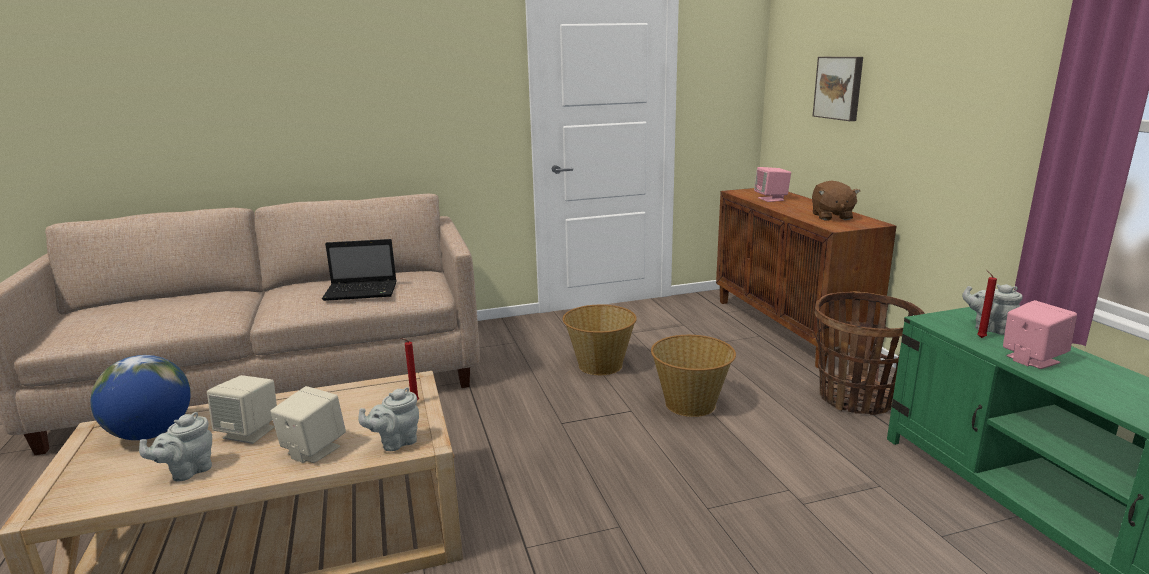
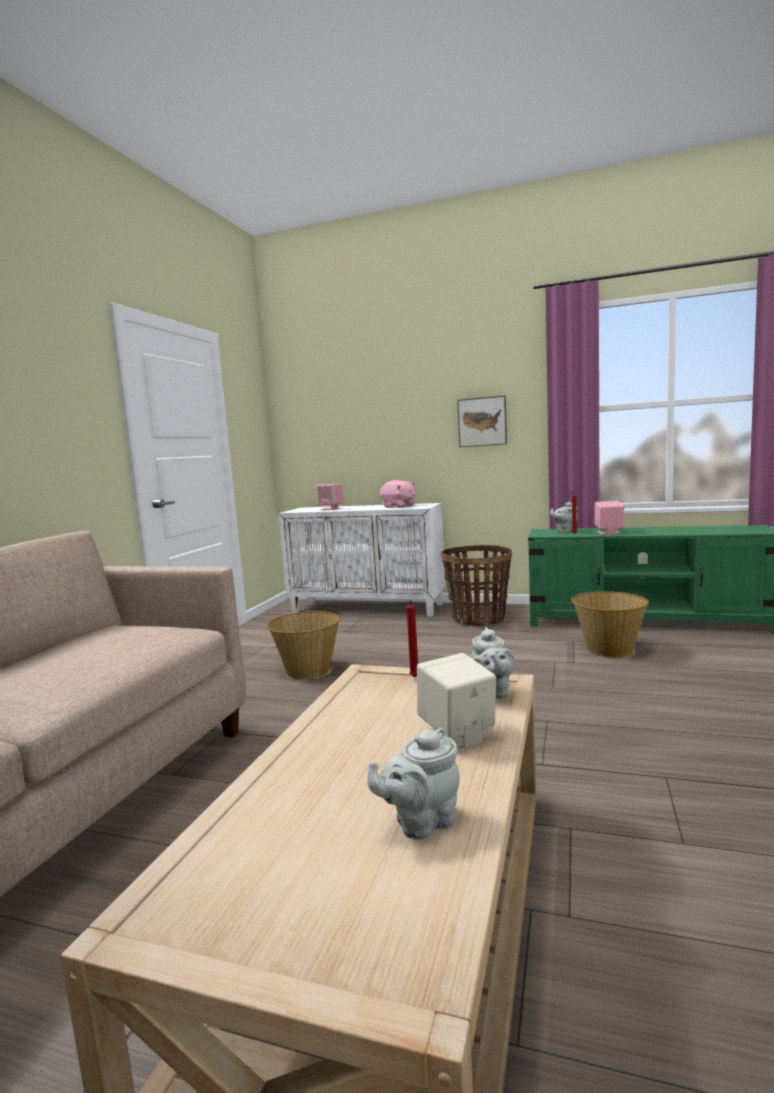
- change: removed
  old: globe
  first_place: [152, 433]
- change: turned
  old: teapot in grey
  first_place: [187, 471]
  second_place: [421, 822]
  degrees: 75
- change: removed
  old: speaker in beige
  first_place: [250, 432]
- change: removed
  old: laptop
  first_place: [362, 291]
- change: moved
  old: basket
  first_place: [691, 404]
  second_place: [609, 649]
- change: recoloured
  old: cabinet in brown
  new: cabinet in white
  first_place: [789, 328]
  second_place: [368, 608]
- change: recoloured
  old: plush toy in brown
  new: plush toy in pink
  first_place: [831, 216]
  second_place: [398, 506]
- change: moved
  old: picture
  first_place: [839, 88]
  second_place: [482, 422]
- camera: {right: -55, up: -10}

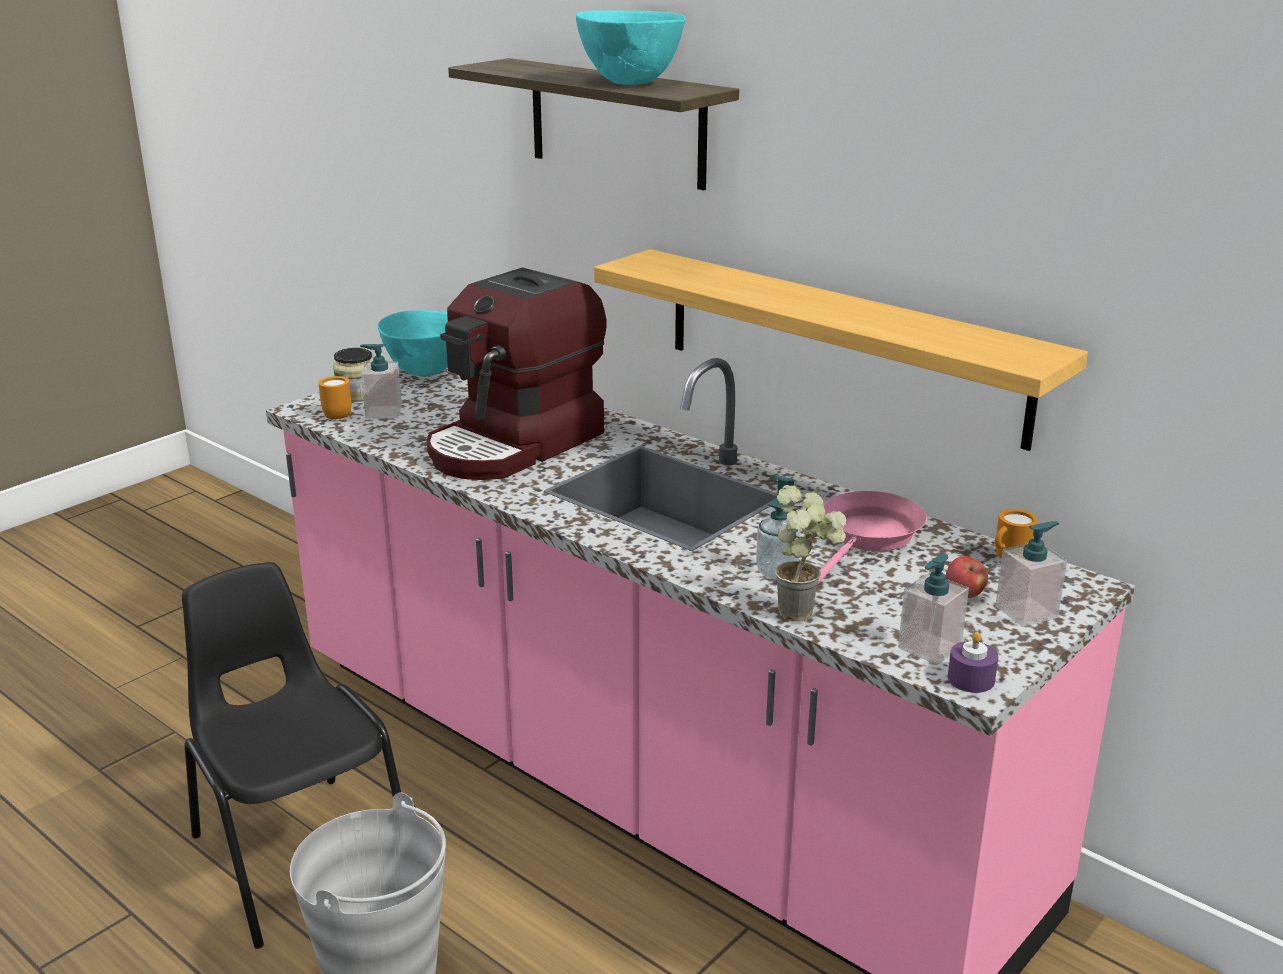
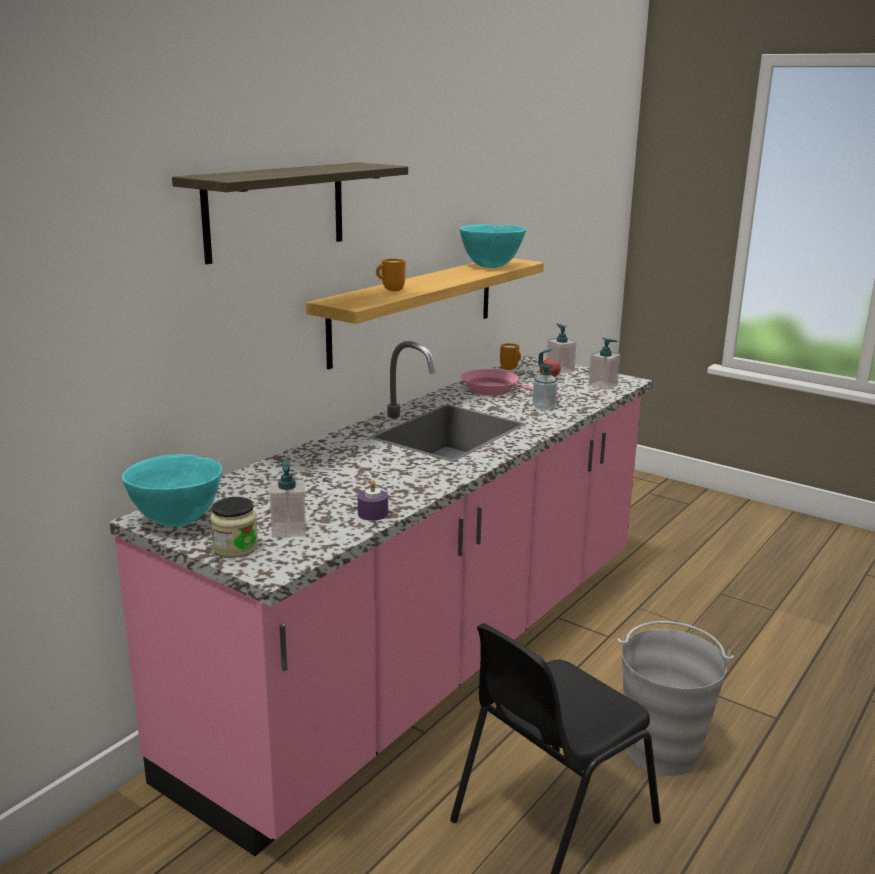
- change: moved
  old: mug in orange
  first_place: [336, 415]
  second_place: [390, 290]
- change: removed
  old: coffee machine
  first_place: [516, 445]
- change: moved
  old: bowl in turquoise
  first_place: [632, 83]
  second_place: [490, 266]
- change: removed
  old: potted plant
  first_place: [805, 612]
- change: moved
  old: candle in purple
  first_place: [971, 679]
  second_place: [373, 513]
- camera: {right: -95, up: -5}

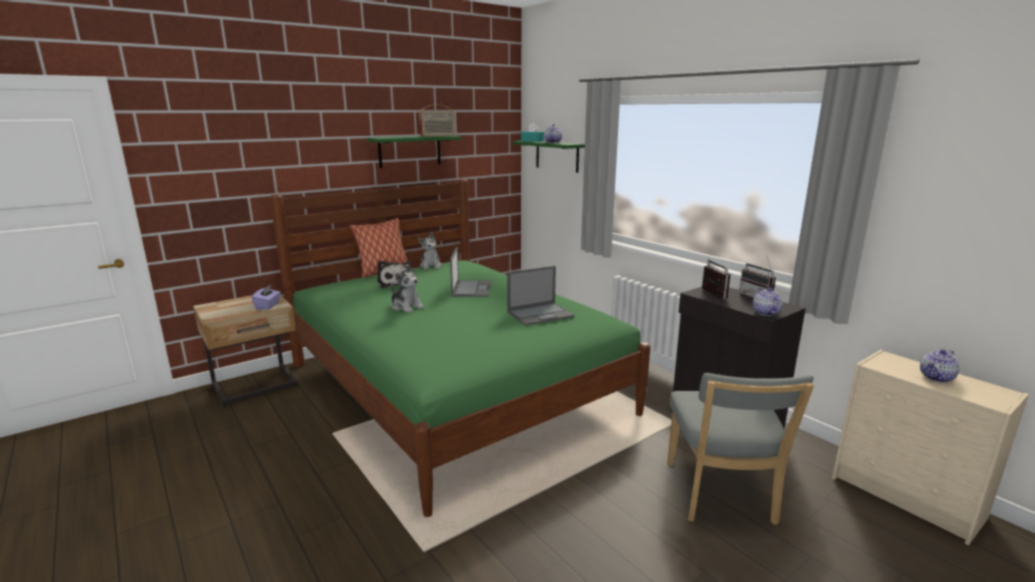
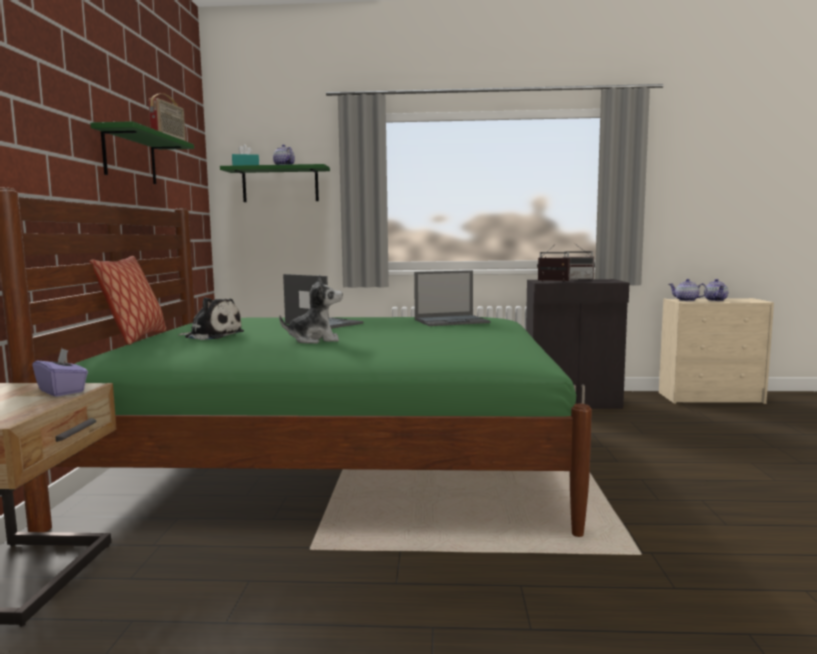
- change: removed
  old: plush toy
  first_place: [431, 266]
- change: turned
  old: laptop
  first_place: [541, 314]
  second_place: [452, 321]
  degrees: 60
- change: removed
  old: chair in grey
  first_place: [720, 496]
- change: moved
  old: teapot
  first_place: [765, 313]
  second_place: [686, 300]
- camera: {right: -50, up: -10}

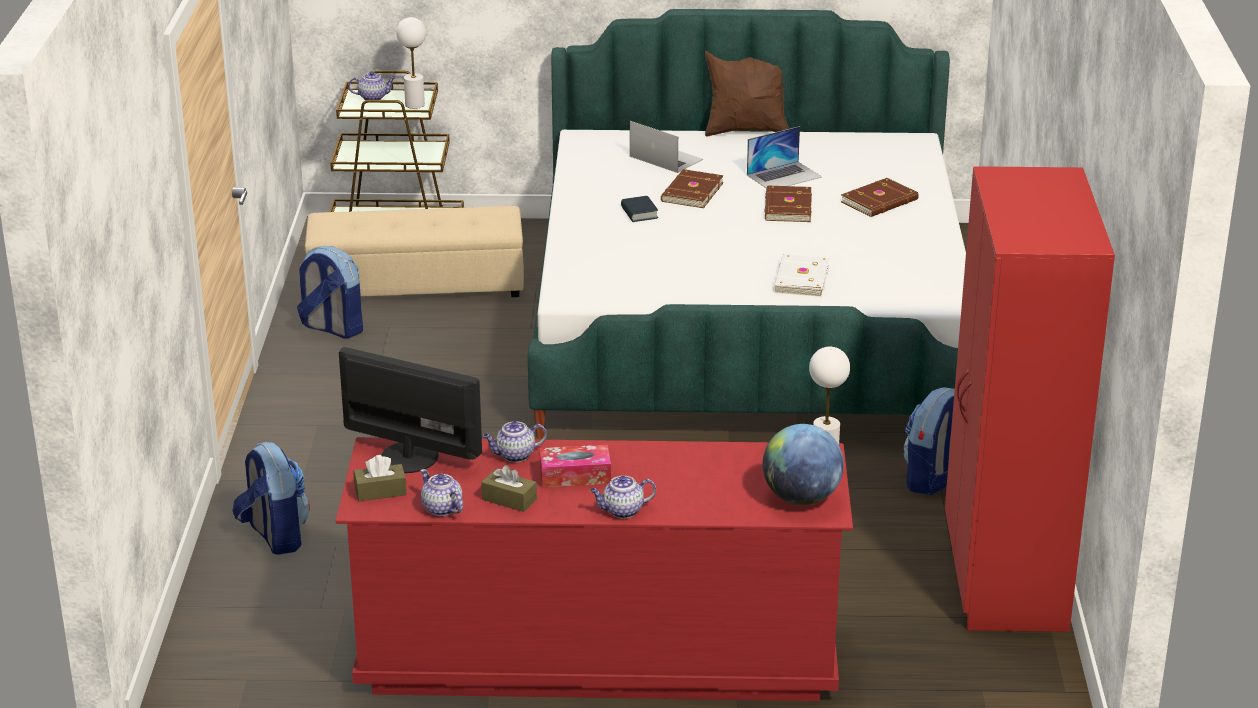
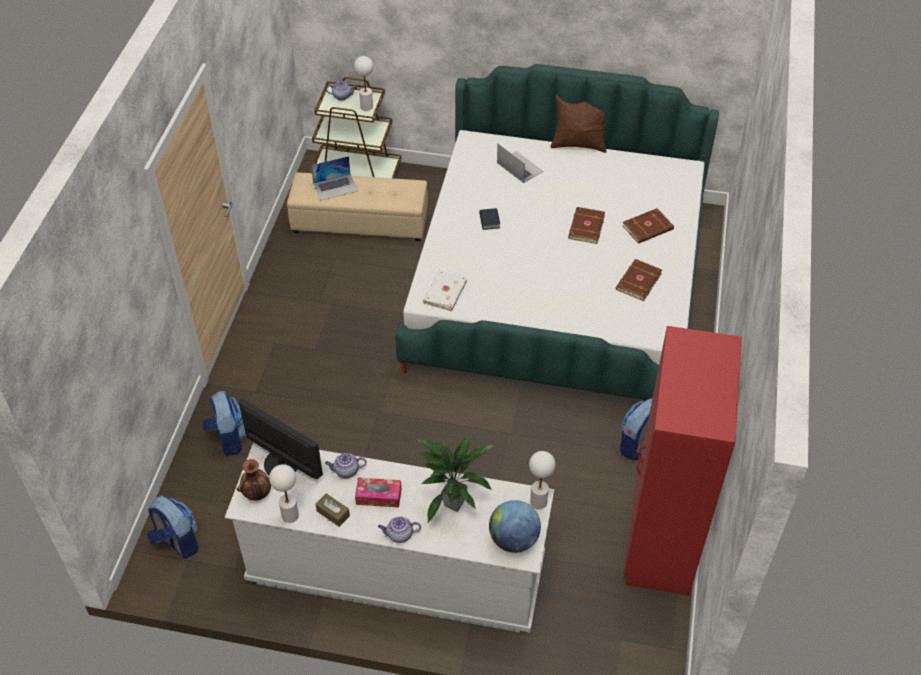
- change: moved
  old: backpack
  first_place: [332, 328]
  second_place: [177, 542]
- change: recoloured
  old: dresser in red
  new: dresser in white
  first_place: [598, 653]
  second_place: [396, 570]
- change: replaced
  old: tissue box in brown
  new: vase
  first_place: [380, 491]
  second_place: [257, 493]
- change: replaced
  old: teapot
  new: table lamp in white
  first_place: [441, 508]
  second_place: [290, 515]
- change: moved
  old: book in brown
  first_place: [691, 192]
  second_place: [637, 281]
- change: moved
  old: laptop
  first_place: [784, 176]
  second_place: [335, 187]
- change: moved
  old: book in white
  first_place: [800, 279]
  second_place: [444, 292]
- change: added
  new: potted plant
  second_place: [453, 502]
- camera: {right: 10, up: 20}

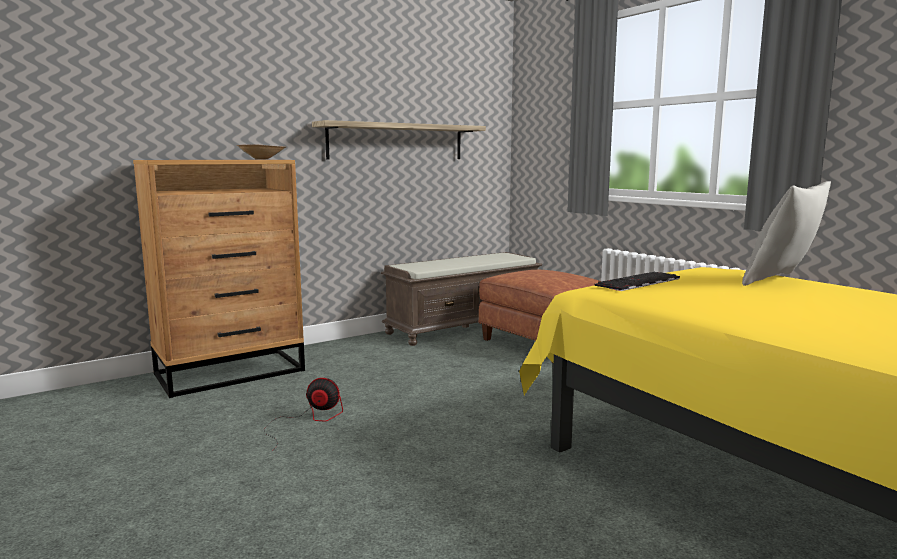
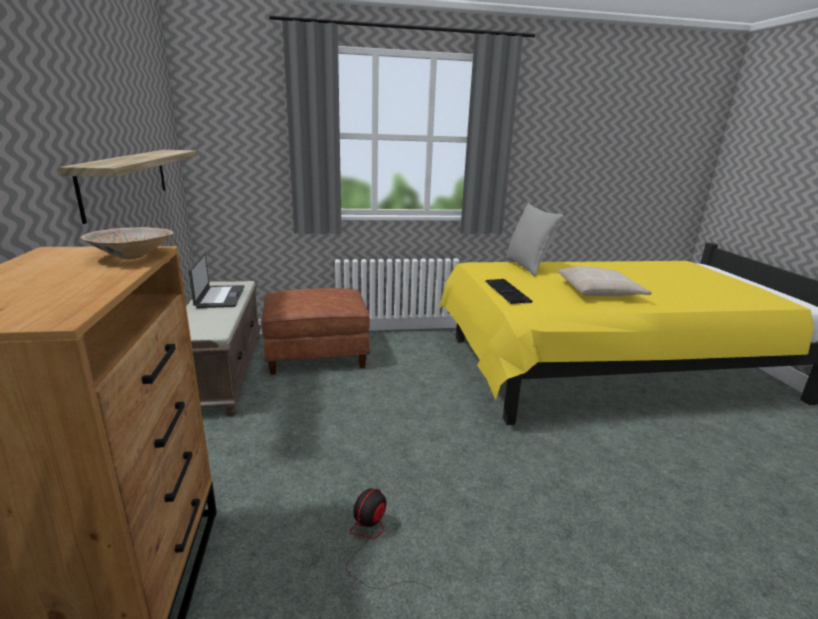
- change: added
  new: laptop
  second_place: [219, 297]
- change: added
  new: pillow in beige
  second_place: [600, 291]
- camera: {right: -65, up: 10}

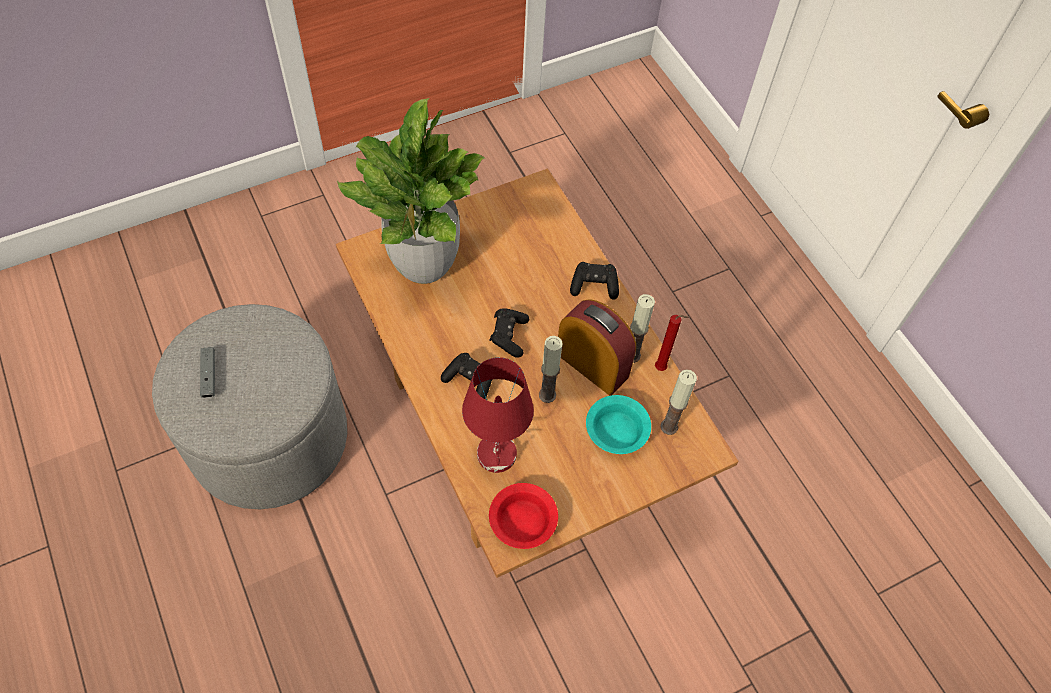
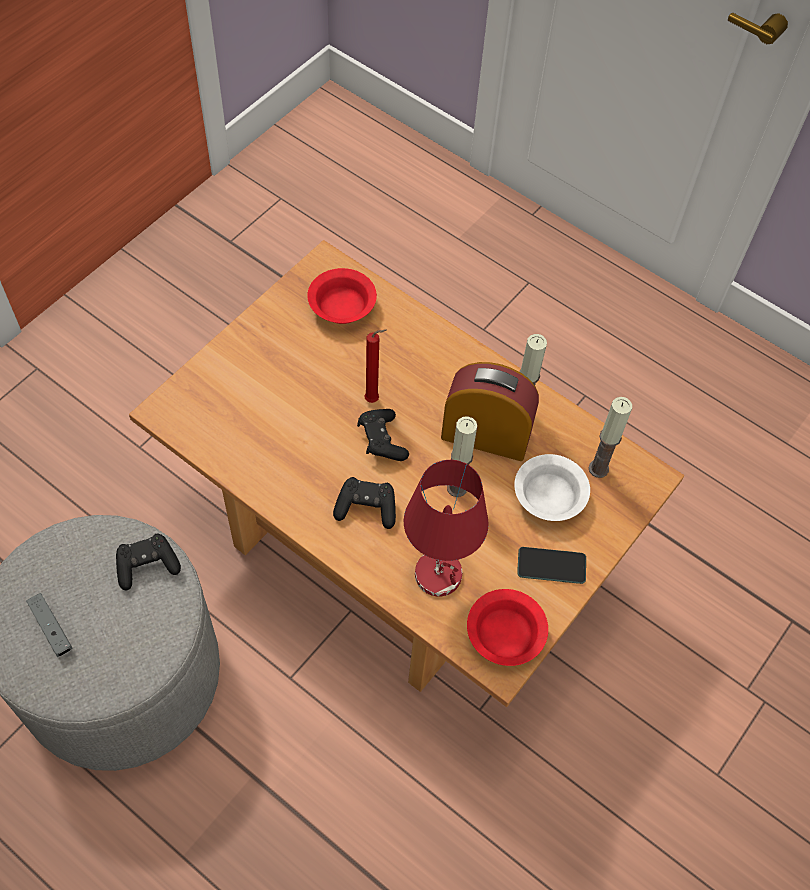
- change: removed
  old: potted plant
  first_place: [424, 265]
- change: moved
  old: game controller in black
  first_place: [594, 286]
  second_place: [147, 565]
- change: recoloured
  old: bowl in turquoise
  new: bowl in white
  first_place: [614, 432]
  second_place: [547, 497]
- change: moved
  old: candle in red
  first_place: [662, 369]
  second_place: [374, 400]
- change: added
  new: bowl in red
  second_place: [341, 306]
- change: added
  new: phone
  second_place: [551, 566]
- camera: {right: -25, up: 0}

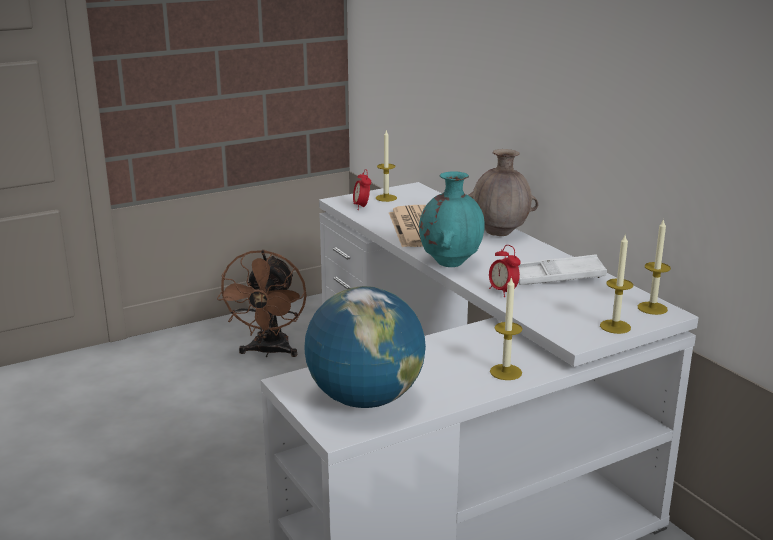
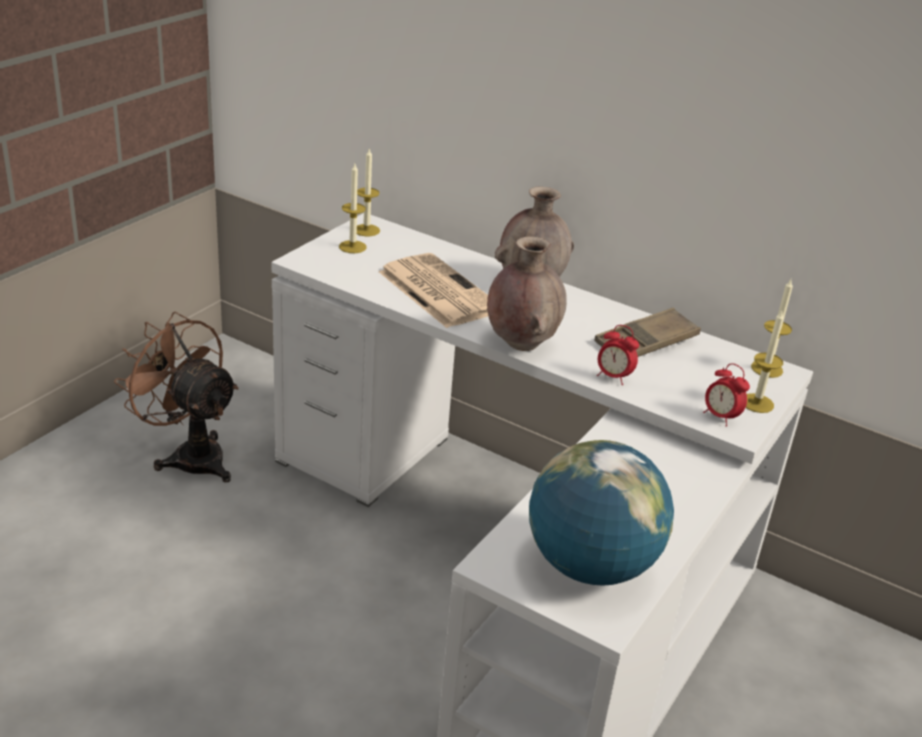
- change: turned
  old: fan in brown
  first_place: [269, 352]
  second_place: [190, 455]
  degrees: 150
- change: moved
  old: alarm clock
  first_place: [361, 207]
  second_place: [720, 417]
- change: recoloured
  old: vase in turquoise
  new: vase in brown
  first_place: [450, 263]
  second_place: [521, 343]
- change: moved
  old: candle
  first_place: [505, 372]
  second_place: [366, 230]
- change: recoloured
  old: tray in white
  new: tray in brown
  first_place: [558, 277]
  second_place: [646, 342]
- camera: {right: -30, up: 10}

